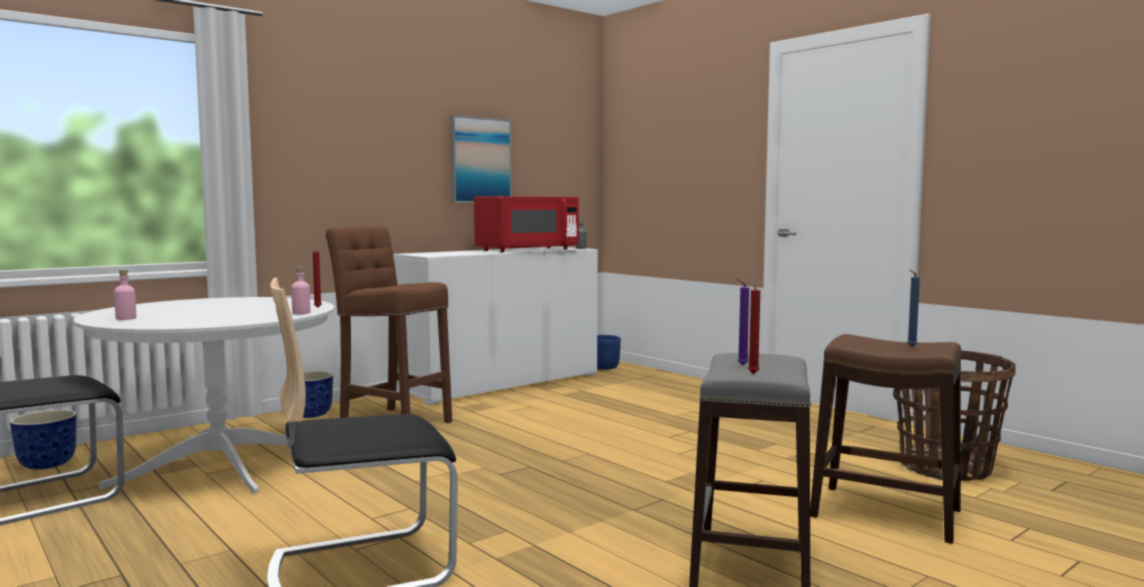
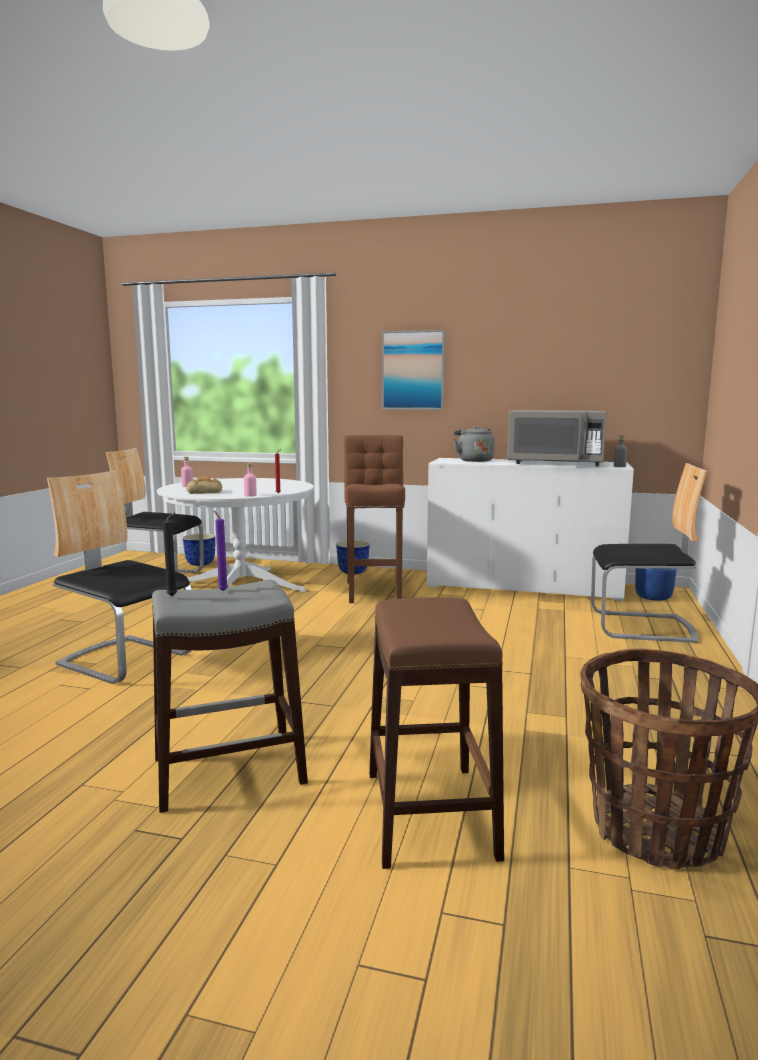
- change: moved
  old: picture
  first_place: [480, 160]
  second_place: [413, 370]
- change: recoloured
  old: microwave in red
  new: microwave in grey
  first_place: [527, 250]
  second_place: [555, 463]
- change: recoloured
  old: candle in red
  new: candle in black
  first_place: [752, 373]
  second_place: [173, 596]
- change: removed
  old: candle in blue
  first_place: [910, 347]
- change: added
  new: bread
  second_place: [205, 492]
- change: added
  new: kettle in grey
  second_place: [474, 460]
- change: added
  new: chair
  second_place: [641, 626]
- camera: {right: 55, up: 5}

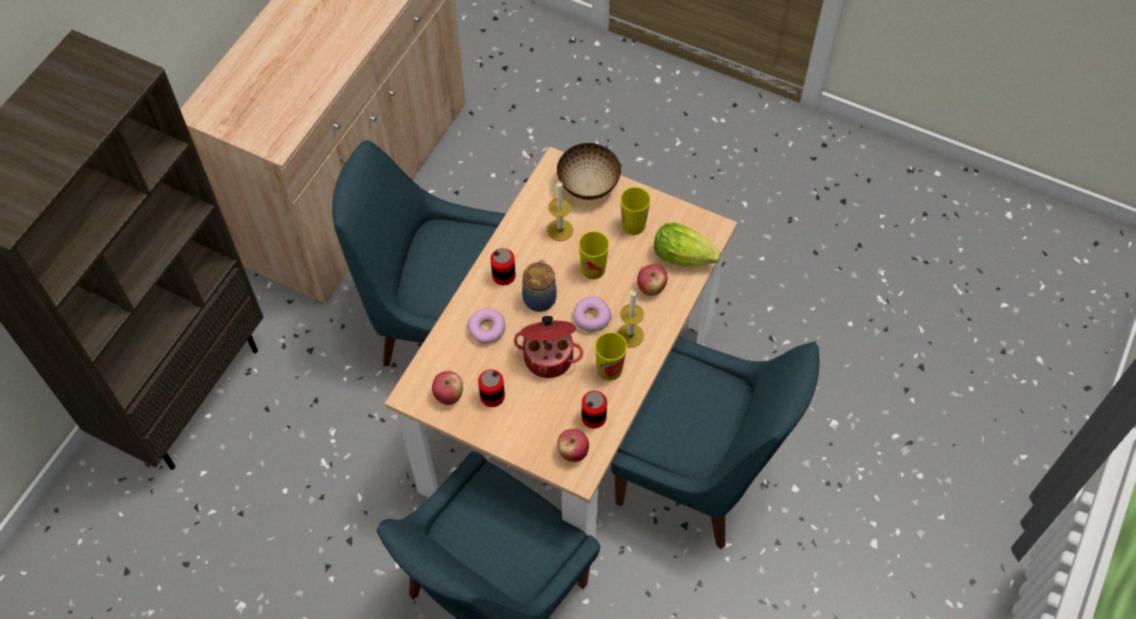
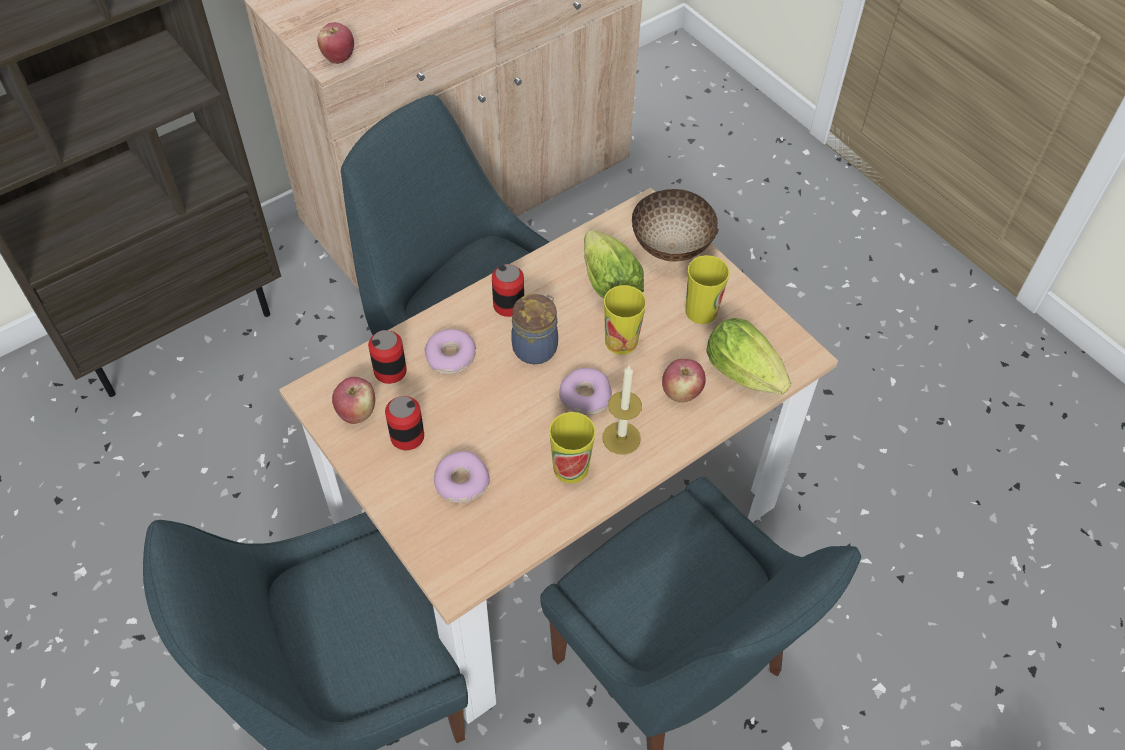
- change: removed
  old: cooking pot
  first_place: [549, 356]
- change: replaced
  old: candle
  new: lettuce
  first_place: [560, 230]
  second_place: [607, 281]
- change: moved
  old: apple
  first_place: [572, 452]
  second_place: [338, 58]
- change: moved
  old: can
  first_place: [593, 417]
  second_place: [390, 371]
- change: added
  new: donut
  second_place: [461, 482]
- camera: {right: 25, up: -5}

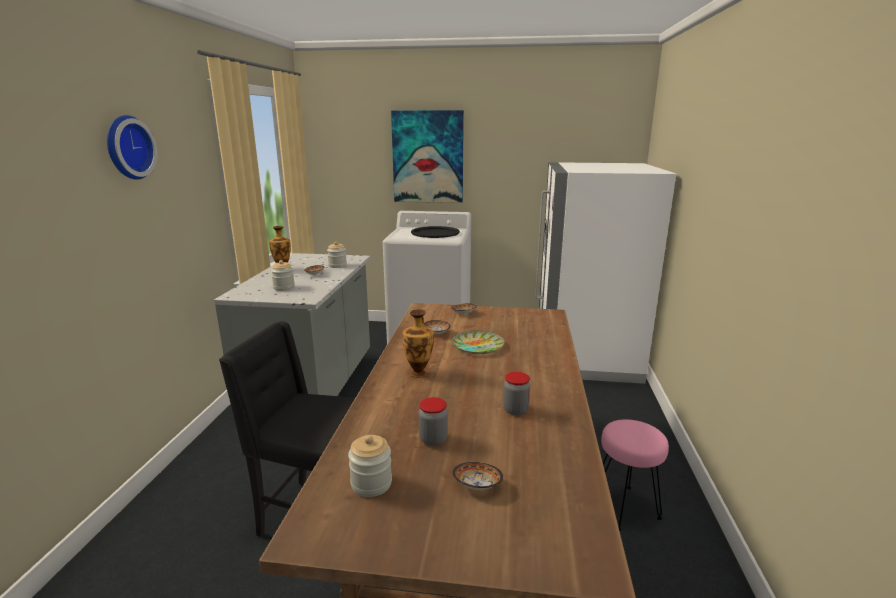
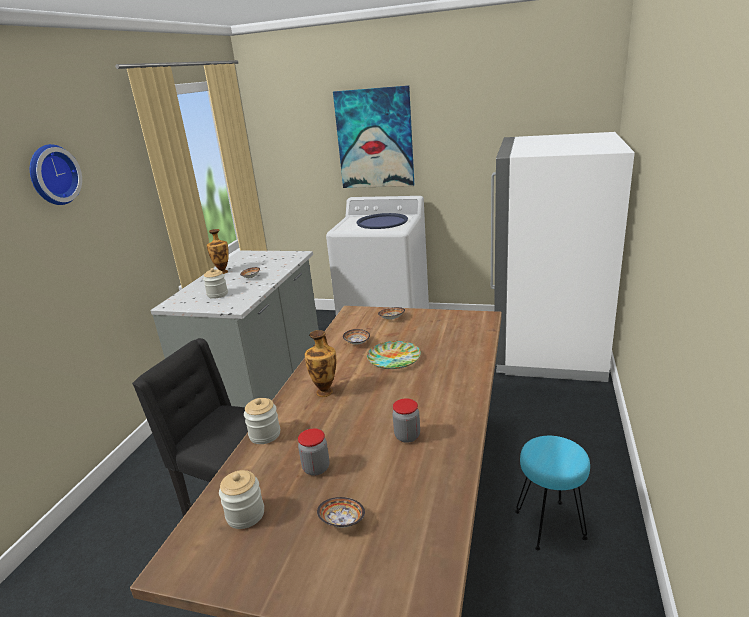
- change: moved
  old: jar
  first_place: [337, 265]
  second_place: [265, 434]
- change: recoloured
  old: tray in black
  new: tray in blue
  first_place: [435, 233]
  second_place: [382, 222]
- change: recoloured
  old: stool in pink
  new: stool in turquoise
  first_place: [624, 508]
  second_place: [550, 526]
- camera: {right: 10, up: 5}

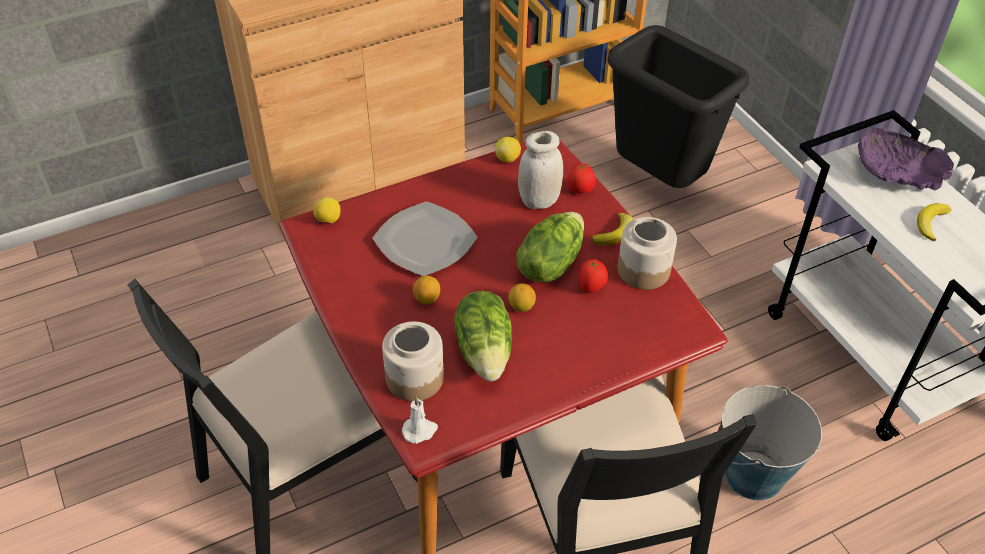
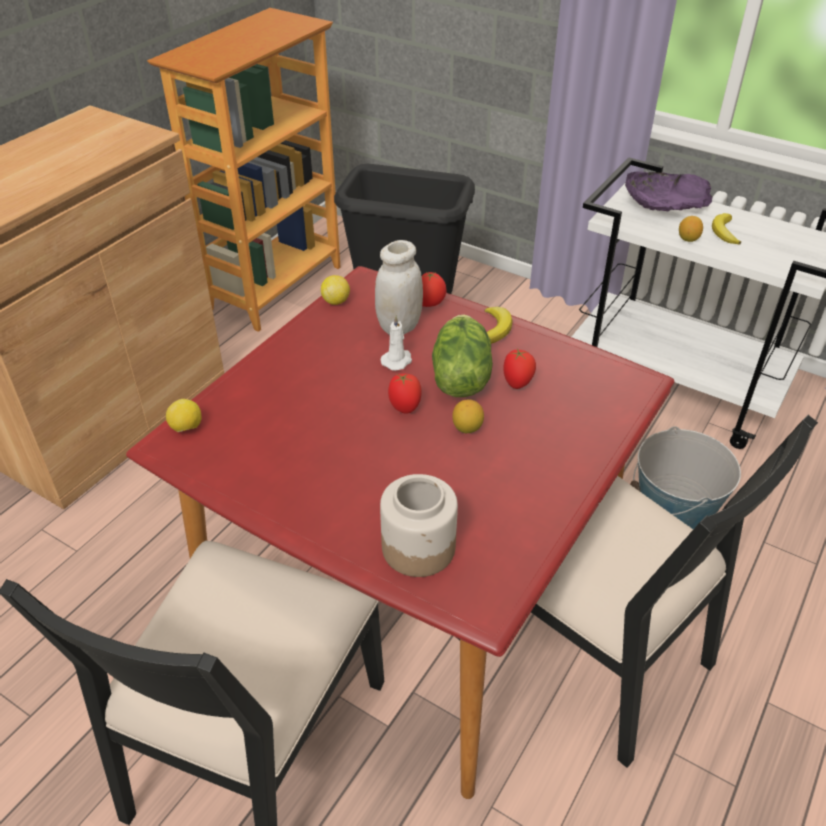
- change: removed
  old: plate
  first_place: [425, 242]
- change: moved
  old: candle in white
  first_place: [420, 430]
  second_place: [397, 360]
- change: moved
  old: lemon
  first_place: [427, 299]
  second_place: [688, 239]
- change: removed
  old: lettuce
  first_place: [485, 351]
- change: removed
  old: jar
  first_place: [643, 270]
- change: added
  new: tomato
  second_place: [405, 407]
- camera: {right: -30, up: -5}

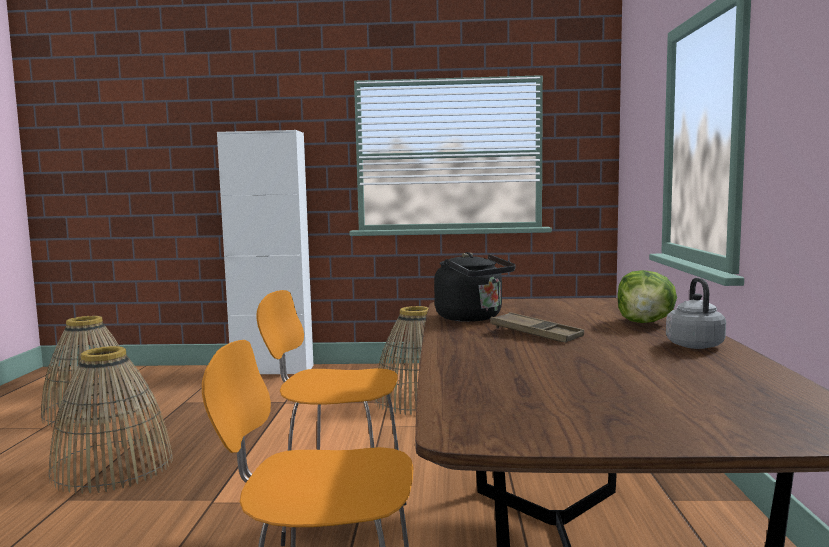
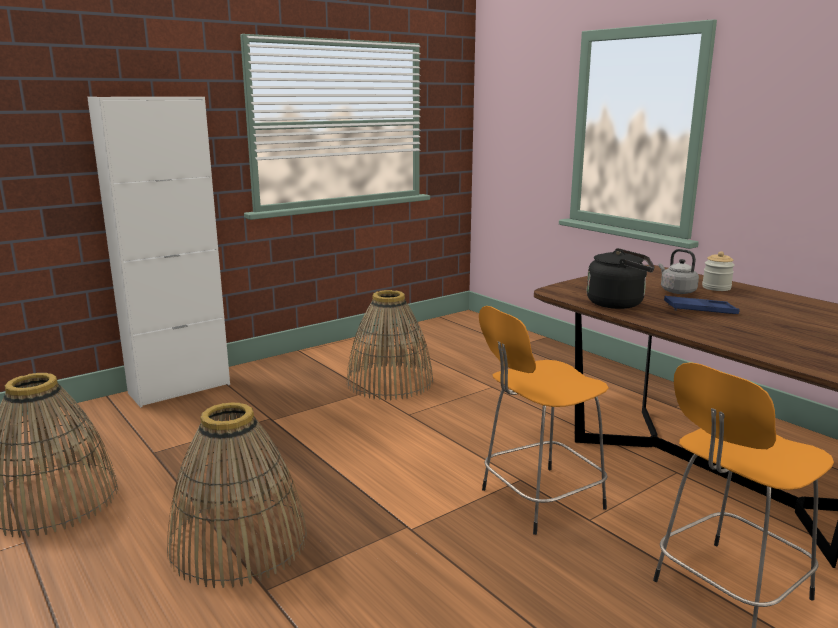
- change: recoloured
  old: tray in brown
  new: tray in blue
  first_place: [536, 334]
  second_place: [700, 310]
- change: replaced
  old: lettuce
  new: jar
  first_place: [645, 323]
  second_place: [716, 288]
- change: moved
  old: kettle in grey
  first_place: [693, 344]
  second_place: [676, 291]
- camera: {right: -40, up: 10}

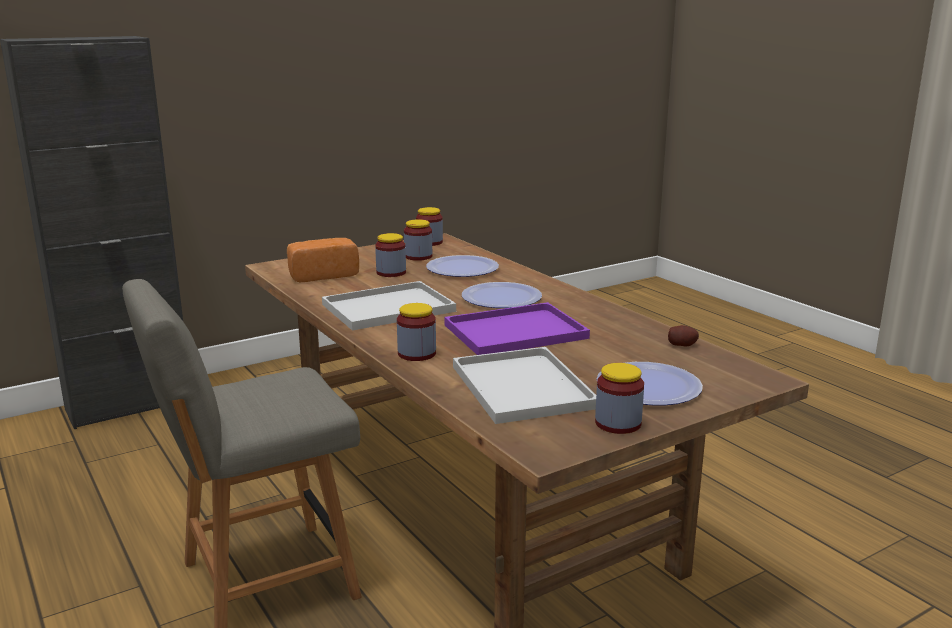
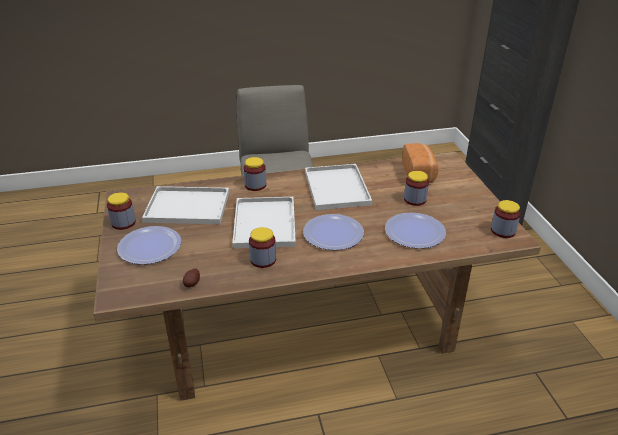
- change: moved
  old: jar
  first_place: [418, 256]
  second_place: [263, 260]
- change: recoloured
  old: tray in purple
  new: tray in white
  first_place: [513, 332]
  second_place: [263, 222]
- camera: {right: 110, up: 15}

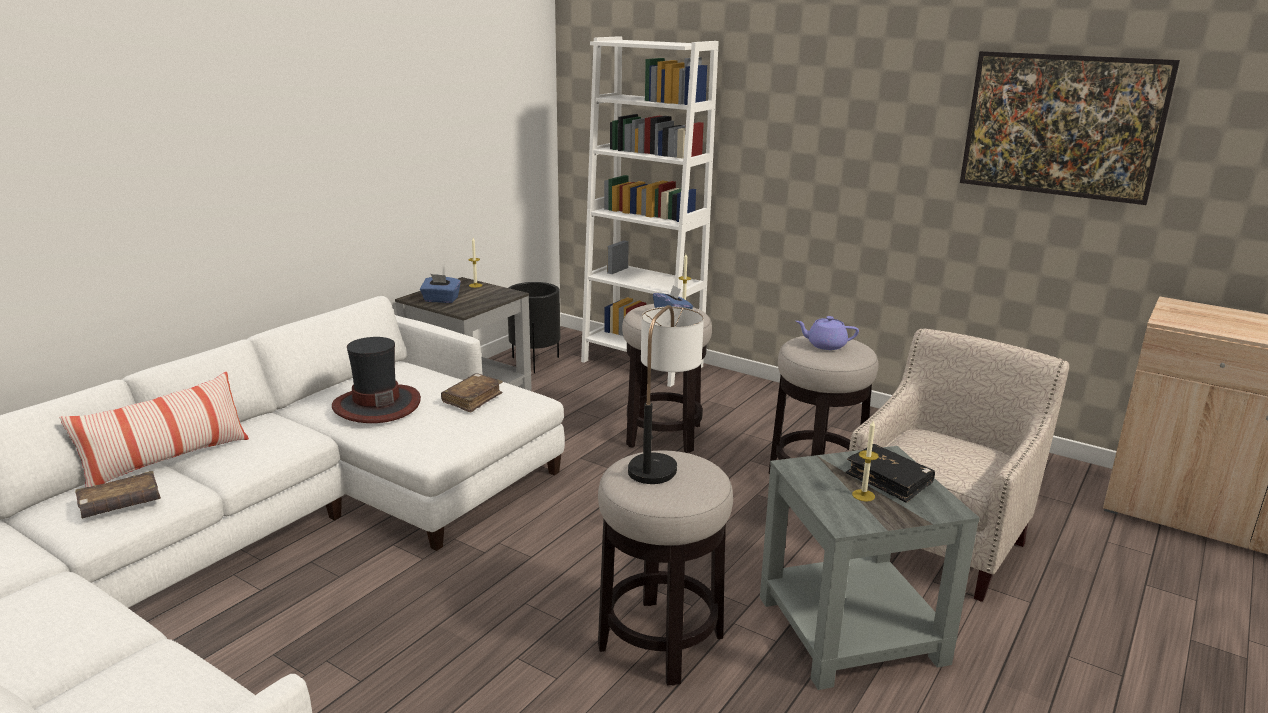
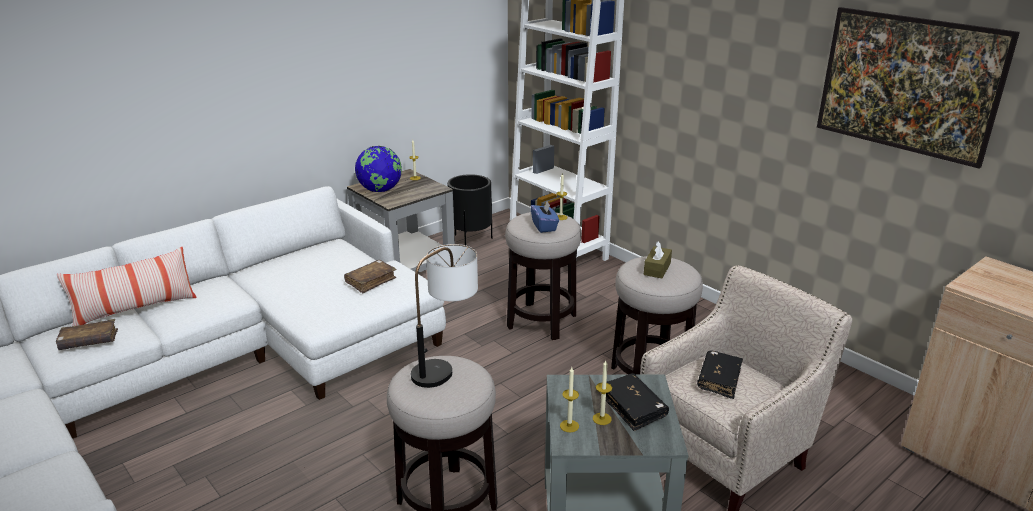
- change: removed
  old: hat
  first_place: [376, 405]
- change: replaced
  old: tissue box in blue
  new: globe
  first_place: [441, 300]
  second_place: [380, 190]
- change: replaced
  old: teapot in purple
  new: tissue box in brown
  first_place: [825, 345]
  second_place: [657, 269]
- change: added
  new: candle
  second_place: [569, 426]
- change: added
  new: book in black
  second_place: [719, 380]
- camera: {right: 15, up: 5}

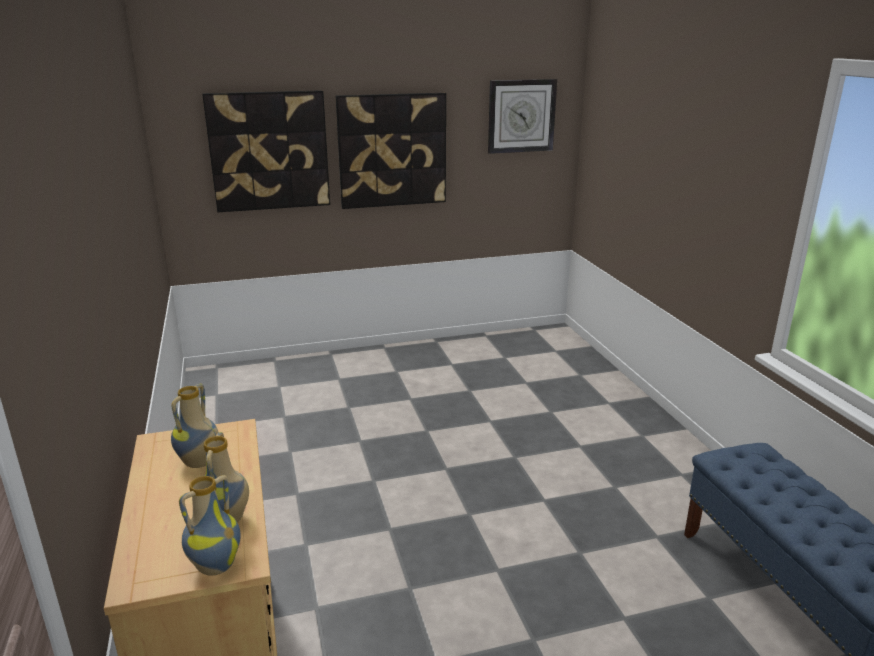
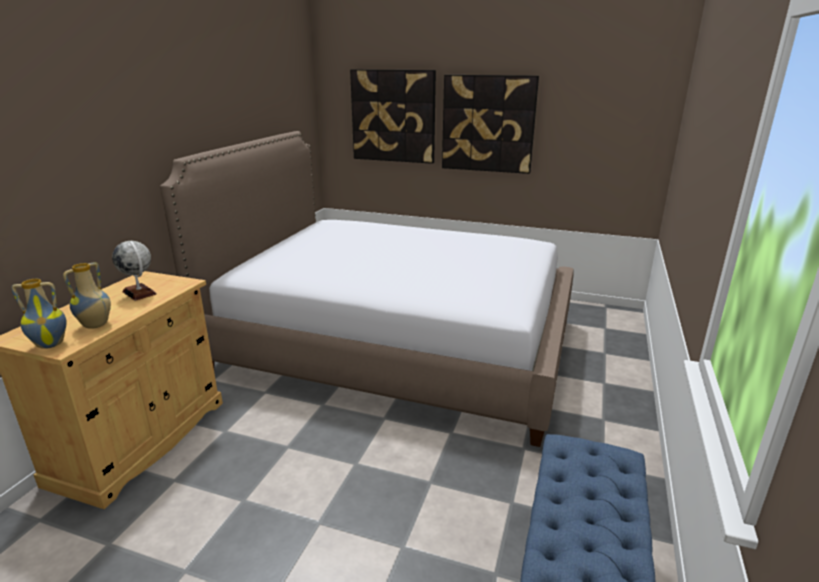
- change: replaced
  old: vase
  new: globe
  first_place: [200, 462]
  second_place: [139, 293]
- change: removed
  old: wall clock
  first_place: [521, 116]
- change: added
  new: bed
  second_place: [396, 345]
- camera: {right: 35, up: 0}

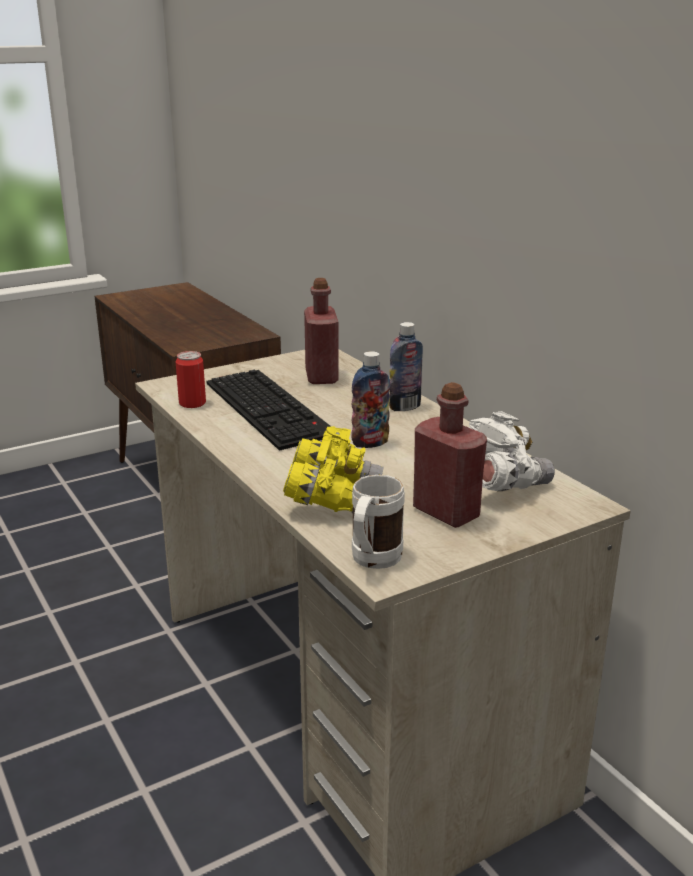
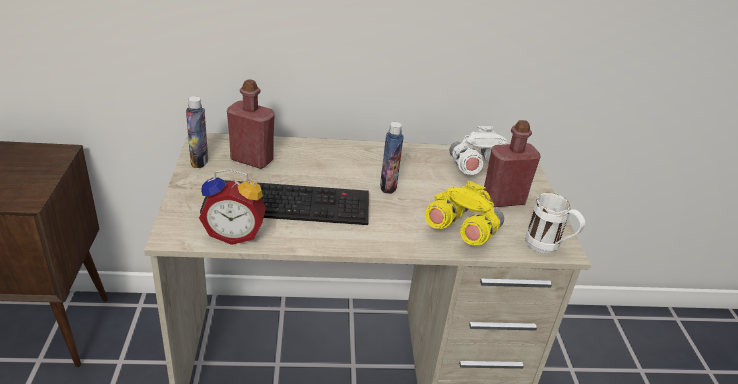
- change: replaced
  old: can
  new: alarm clock
  first_place: [192, 403]
  second_place: [235, 234]
- change: moved
  old: bottle
  first_place: [404, 407]
  second_place: [199, 161]
- camera: {right: -65, up: 10}

